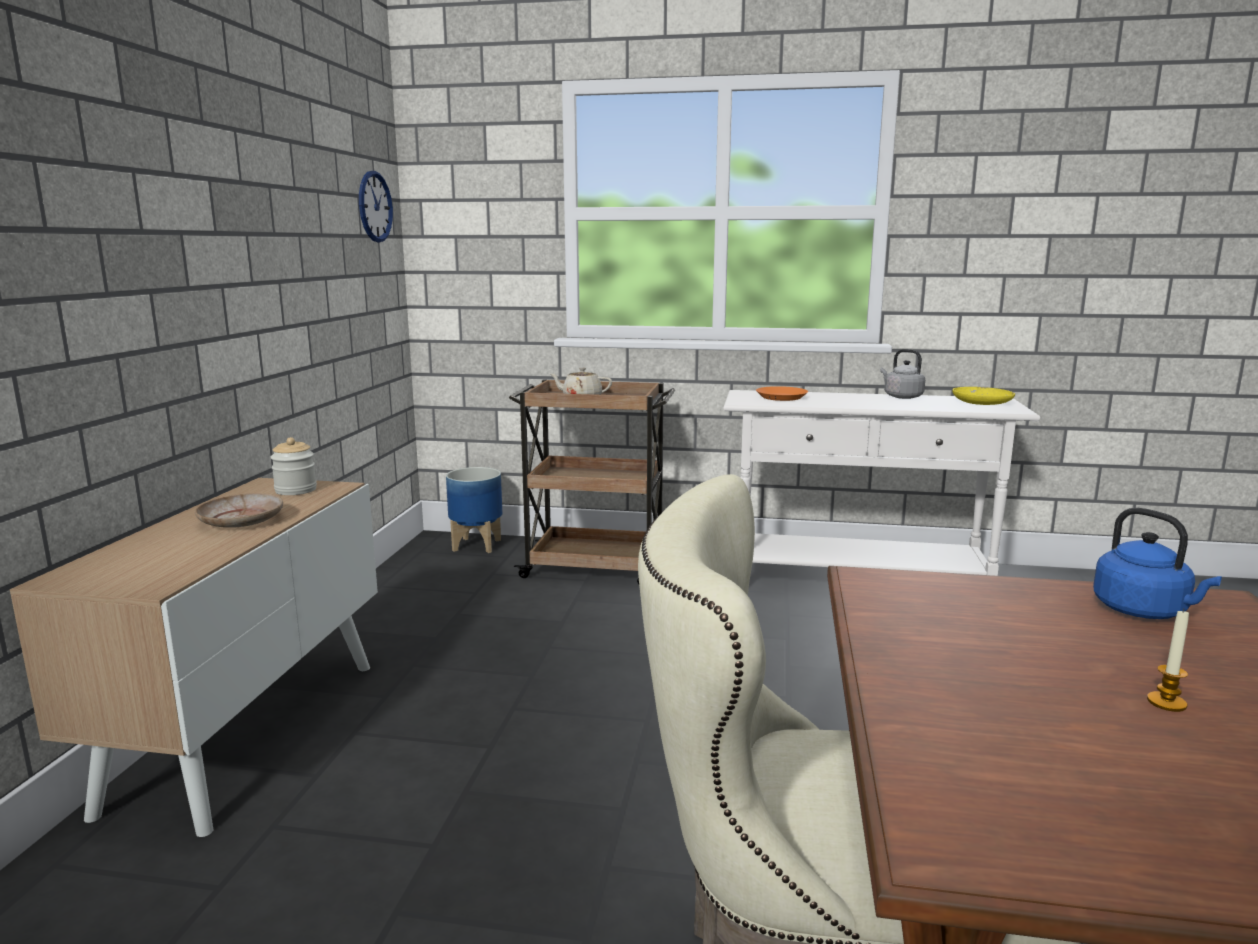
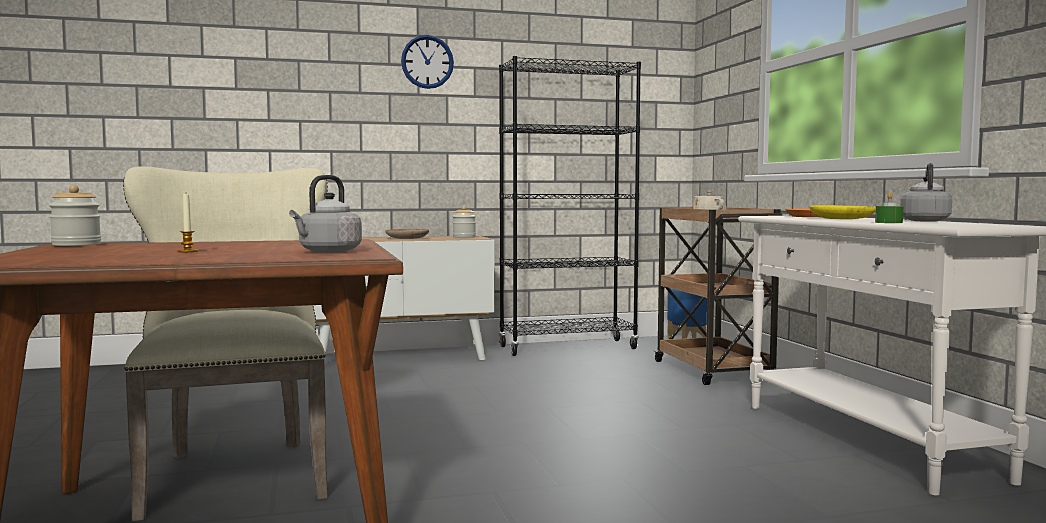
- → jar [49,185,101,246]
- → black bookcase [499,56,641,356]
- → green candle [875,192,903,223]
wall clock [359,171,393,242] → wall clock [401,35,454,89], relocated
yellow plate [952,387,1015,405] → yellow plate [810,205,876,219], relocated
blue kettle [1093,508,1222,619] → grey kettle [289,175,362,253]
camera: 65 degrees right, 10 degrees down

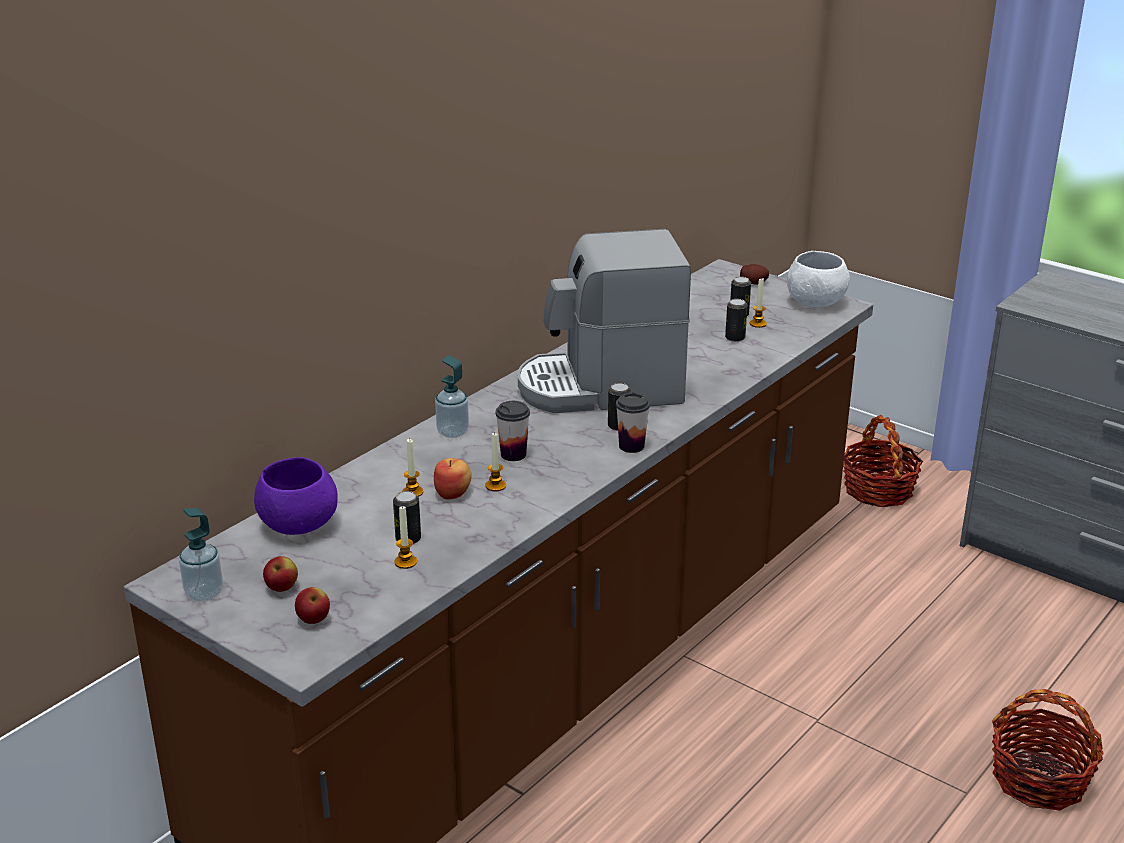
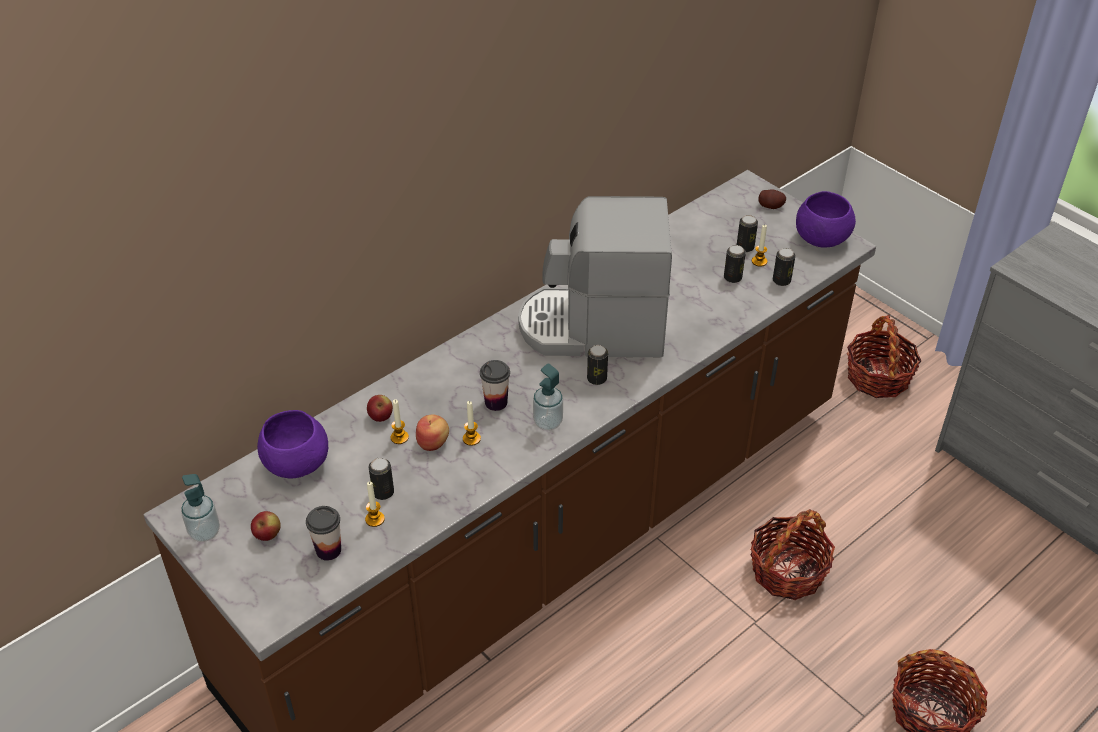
- → basket [751,509,835,600]
- → can [773,248,795,286]
apple [295,587,330,624] → apple [367,395,393,422], relocated
soap dispenser [435,355,469,438] → soap dispenser [533,363,563,430], relocated
cup [616,393,650,453] → cup [306,506,341,561], relocated
white bowl [787,251,850,307] → purple bowl [796,191,856,248]
camera: 10 degrees right, 15 degrees up

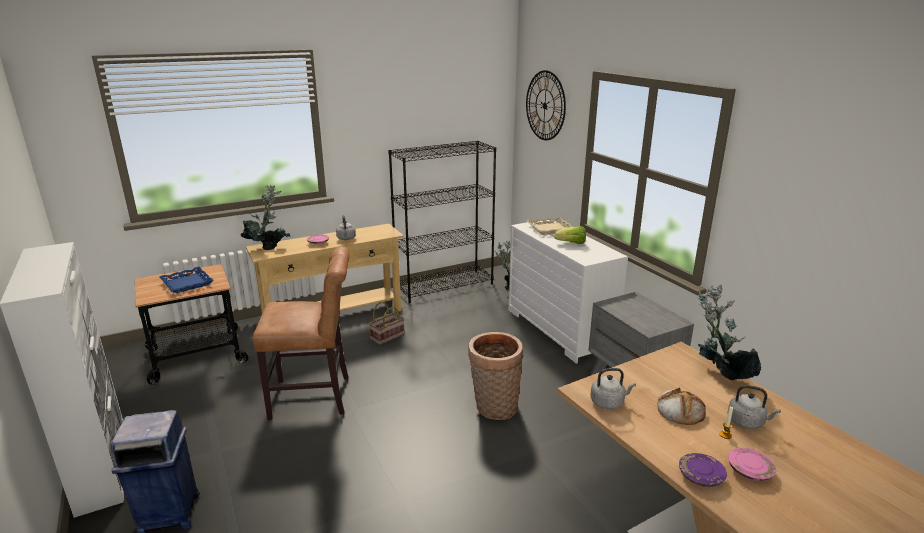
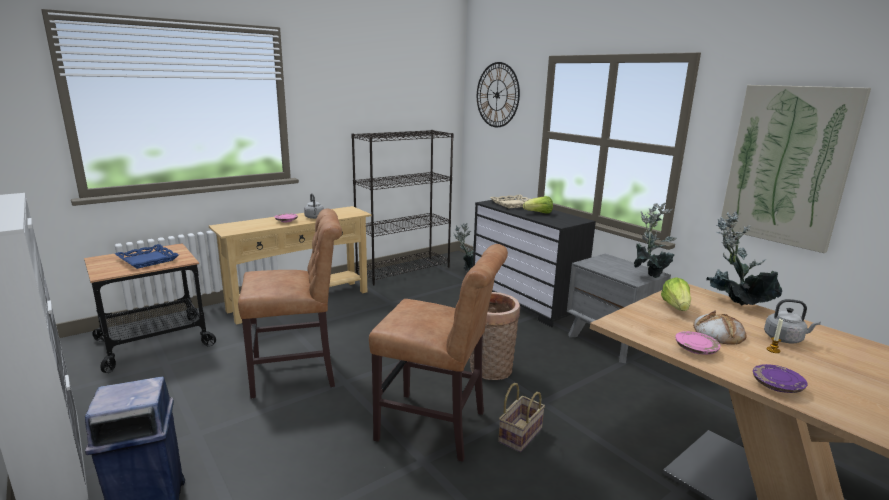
grey kettle [590,368,636,409] → -
- → brown chair [369,244,508,462]
- → lettuce [661,277,691,311]
- → picture [719,85,871,253]
potted plant [241,185,291,250] → potted plant [634,203,677,278], relocated
basket [369,302,405,345] → basket [498,383,545,453], relocated
pink plate [728,447,777,481] → pink plate [675,331,720,355], relocated
white dresser [509,220,628,364] → black dresser [473,197,596,327]
camera: 10 degrees left, 5 degrees down

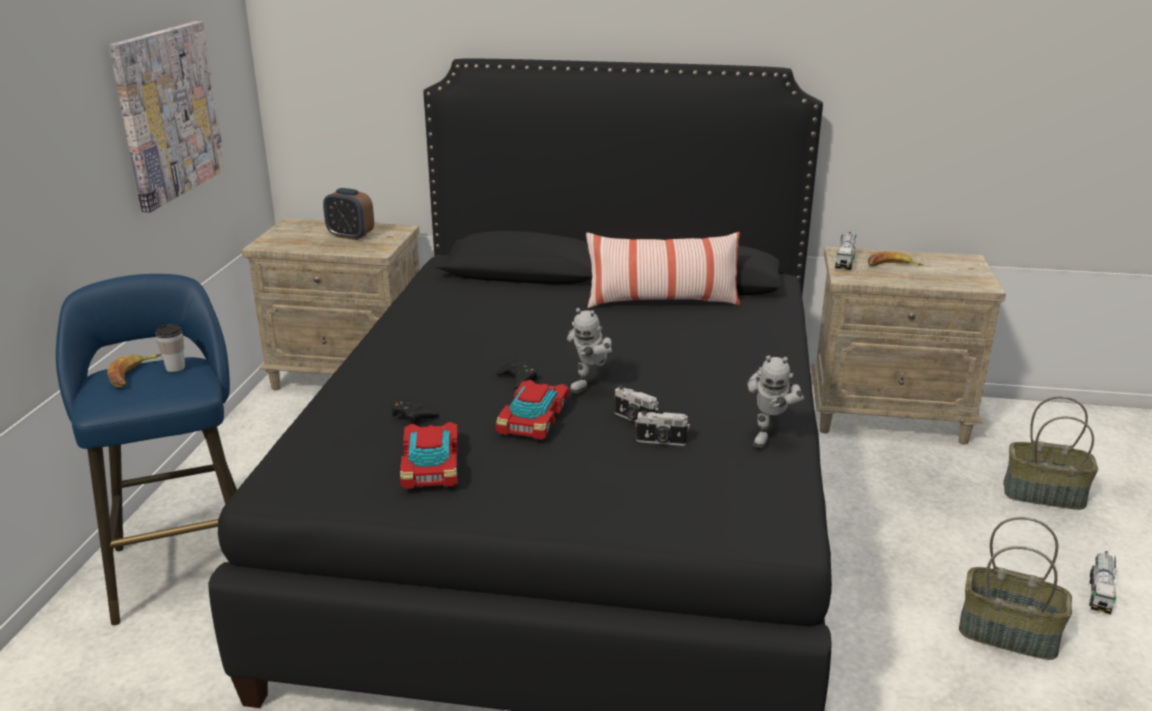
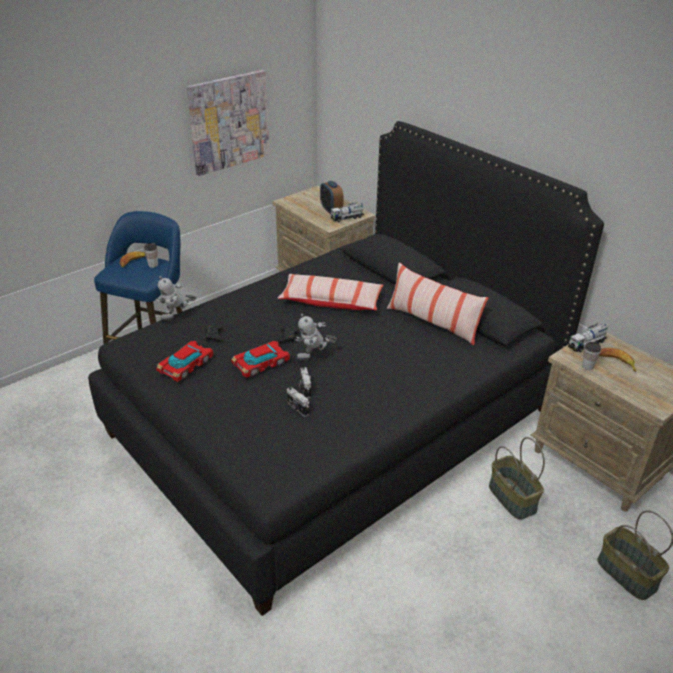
- → pillow [277,274,383,310]
- → cup [582,342,601,370]
toy robot [747,355,804,448] → toy robot [157,276,197,320], relocated
basket [959,517,1072,660] → basket [489,437,545,520], relocated
toy truck [1089,551,1117,614] → toy truck [330,202,364,222], relocated
camera: 40 degrees right, 10 degrees up

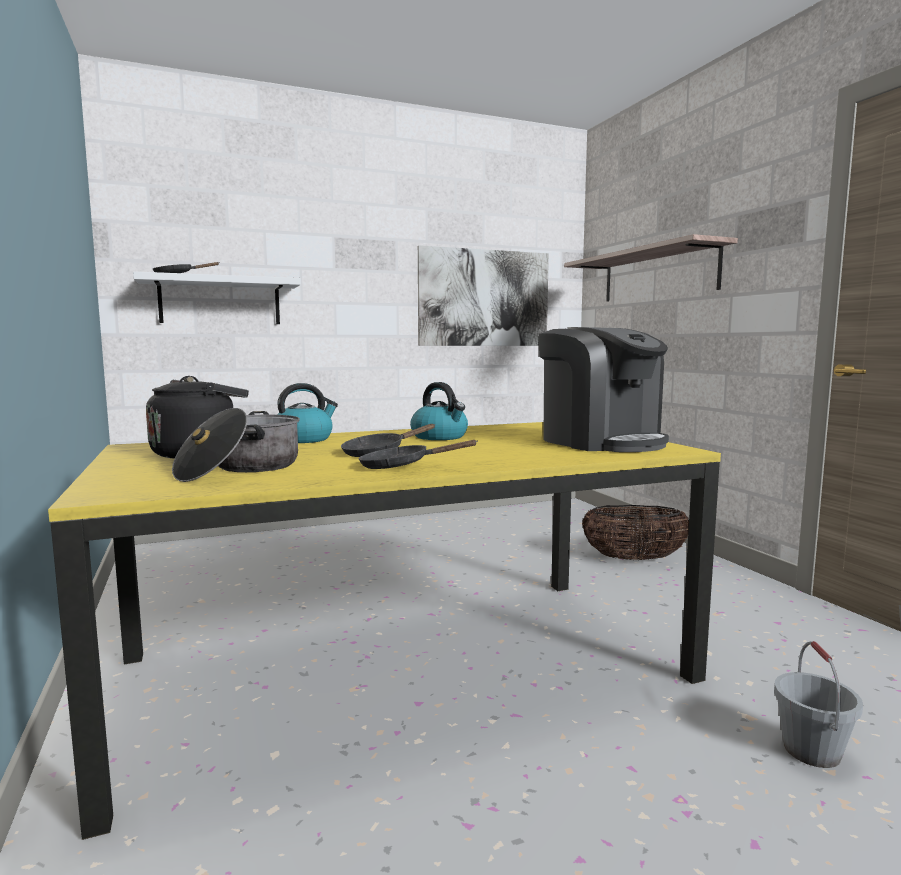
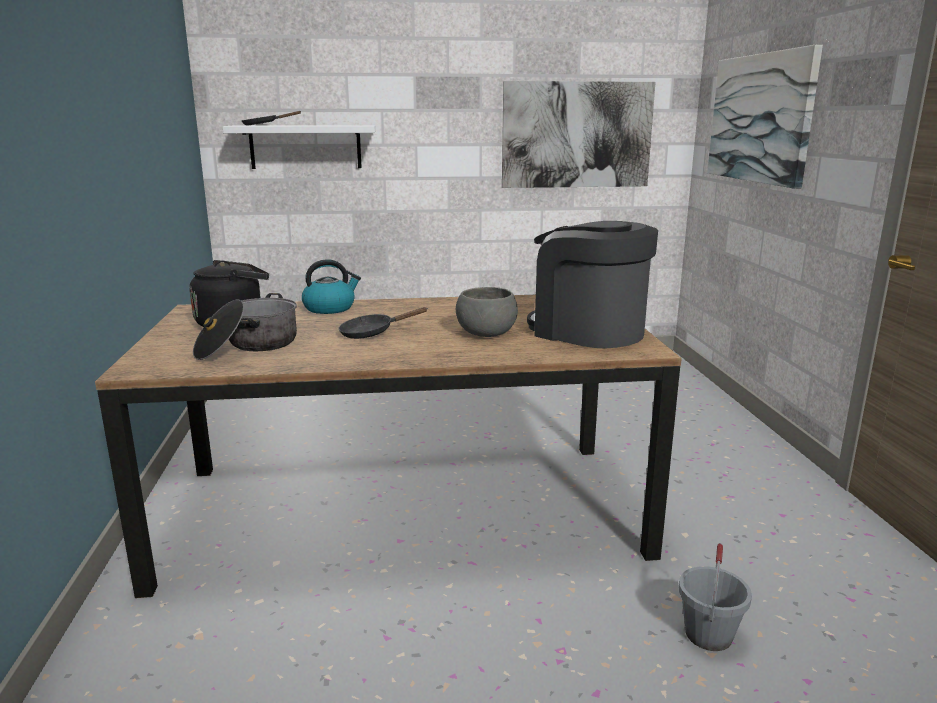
black frying pan [358,440,478,469] → -
kettle [410,382,468,440] → -
basket [582,505,689,560] → -
- → grey bowl [456,287,518,337]
shelf [564,234,738,302] → picture [707,45,823,189]
yellow dining table [48,422,721,840] → brown dining table [95,295,682,598]
coffee machine [539,327,669,452] → coffee machine [527,221,658,349], 150 degrees clockwise
camera: 15 degrees right, 10 degrees up

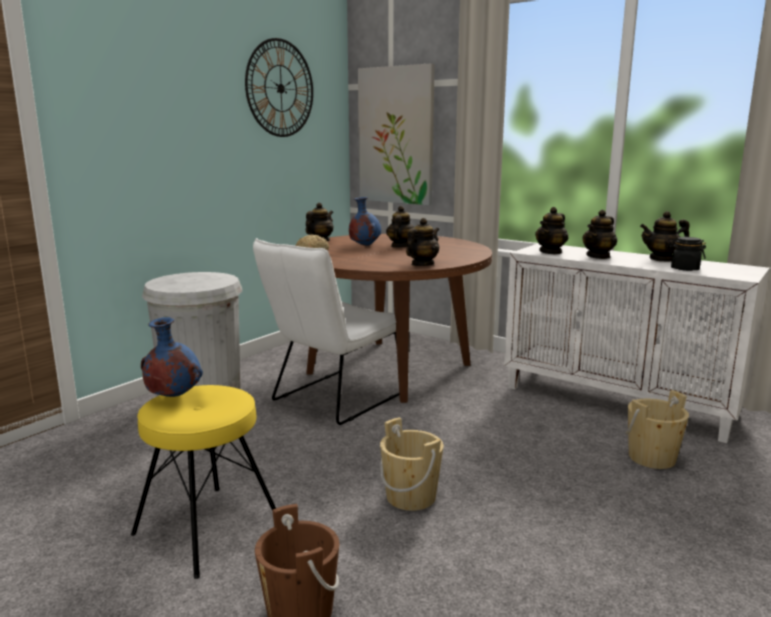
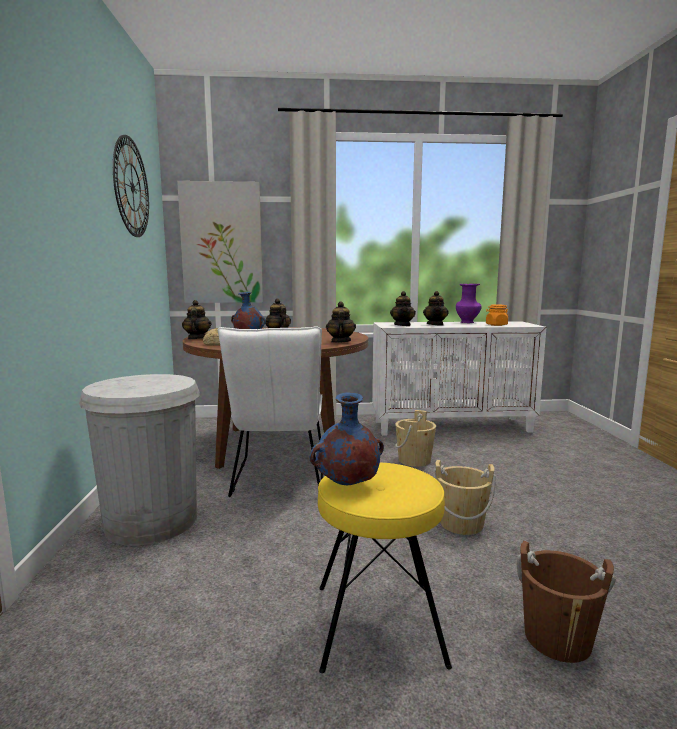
beige bucket [626,390,689,469] → beige bucket [395,410,436,467], relocated
teapot [640,211,690,262] → purple vase [456,284,482,323]
black jar [669,237,706,271] → orange jar [486,304,508,326]
camera: 40 degrees left, 5 degrees down

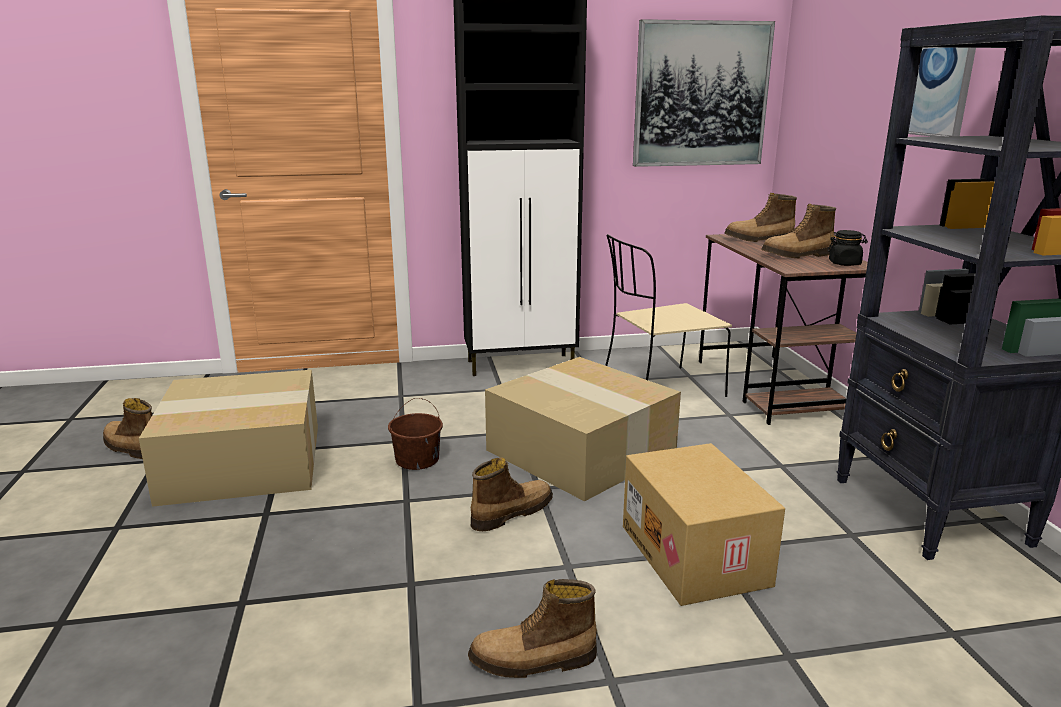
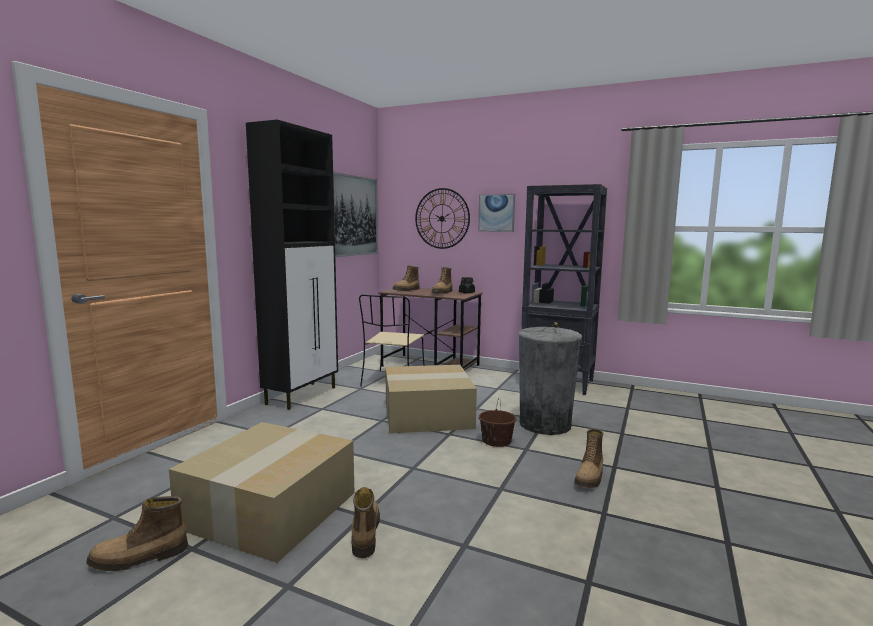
- → wall clock [415,188,470,249]
brown bucket [388,398,443,470] → brown bucket [479,400,517,447], relocated
boot [471,458,553,531] → boot [352,487,380,558], relocated
cardboard box [623,443,785,606] → grey trash can [518,327,582,435]
camera: 55 degrees left, 10 degrees down

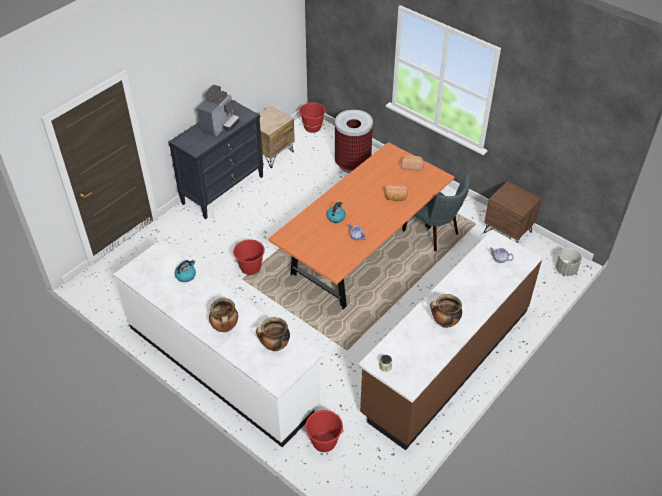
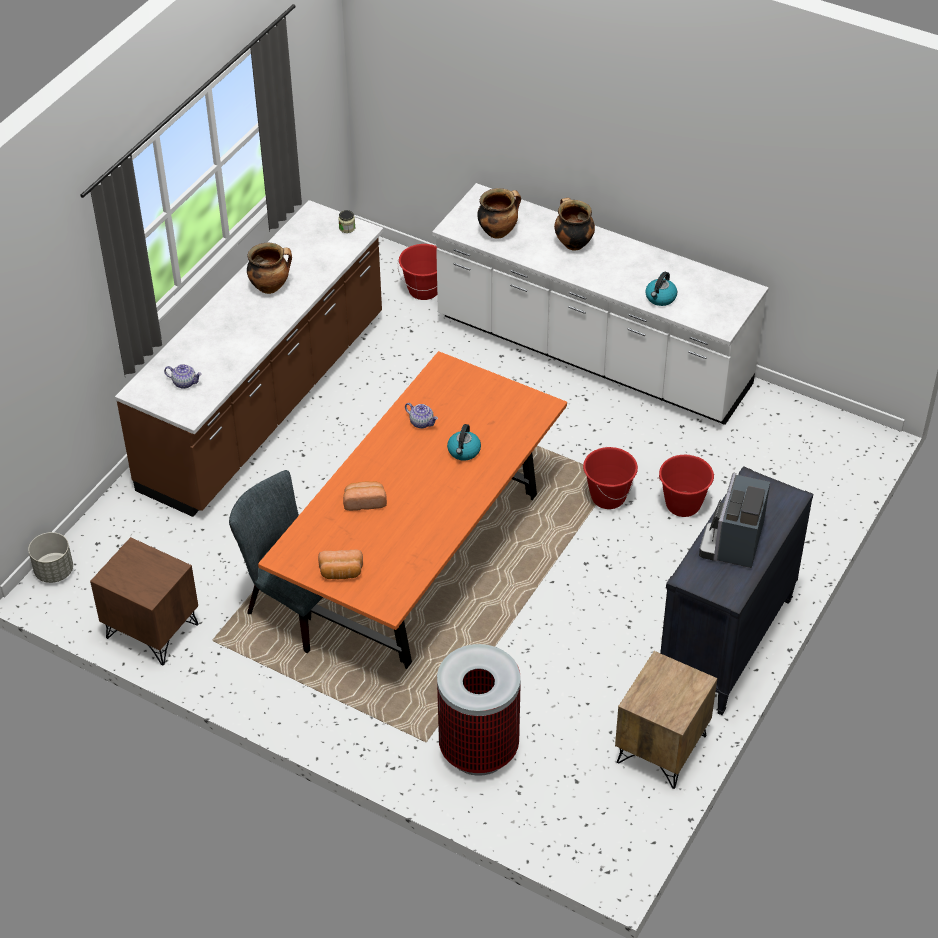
red bucket [299,102,326,133] → red bucket [658,455,714,517], relocated
camera: 170 degrees right, 0 degrees up

